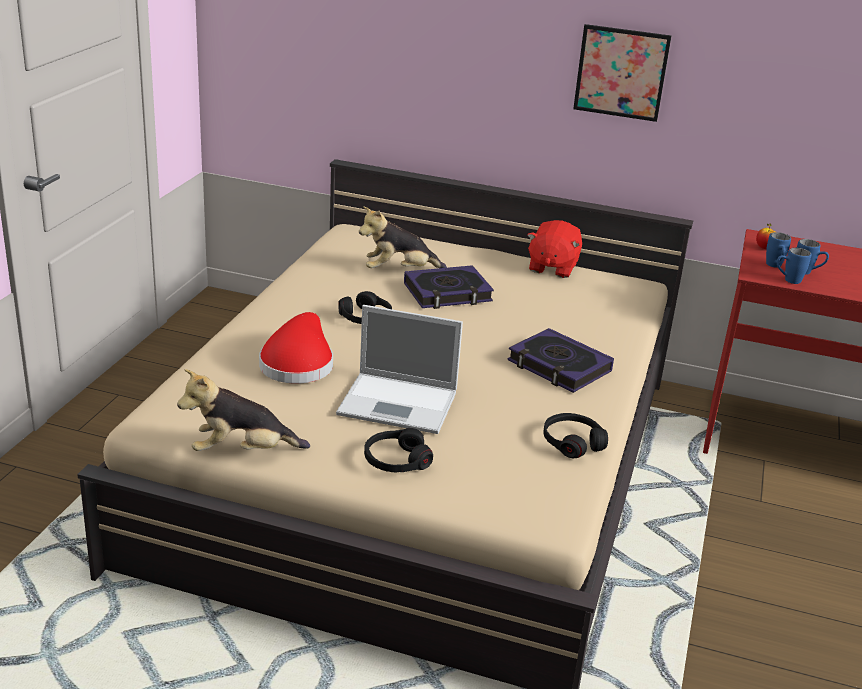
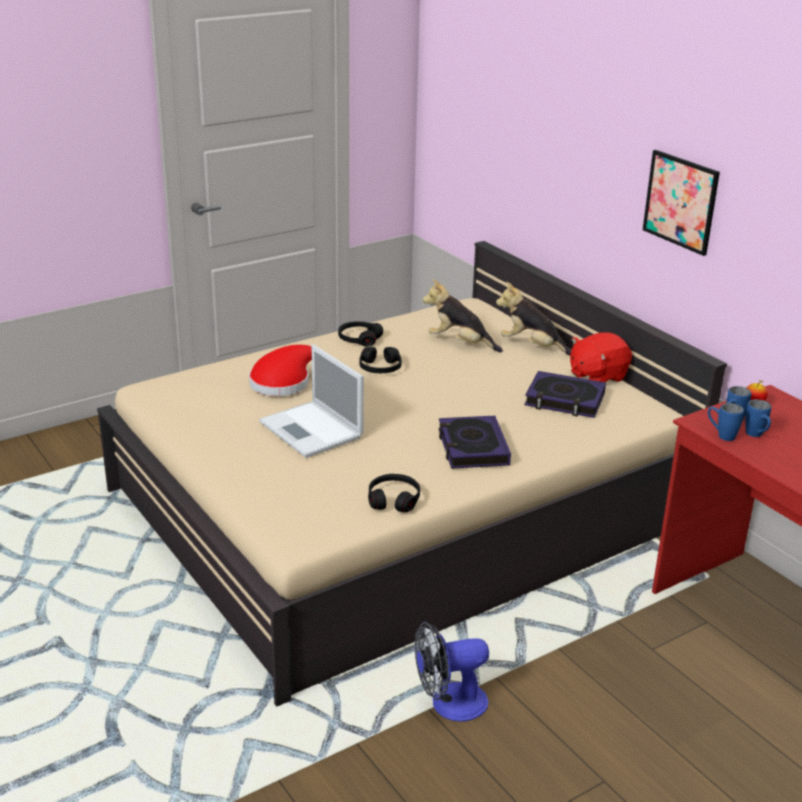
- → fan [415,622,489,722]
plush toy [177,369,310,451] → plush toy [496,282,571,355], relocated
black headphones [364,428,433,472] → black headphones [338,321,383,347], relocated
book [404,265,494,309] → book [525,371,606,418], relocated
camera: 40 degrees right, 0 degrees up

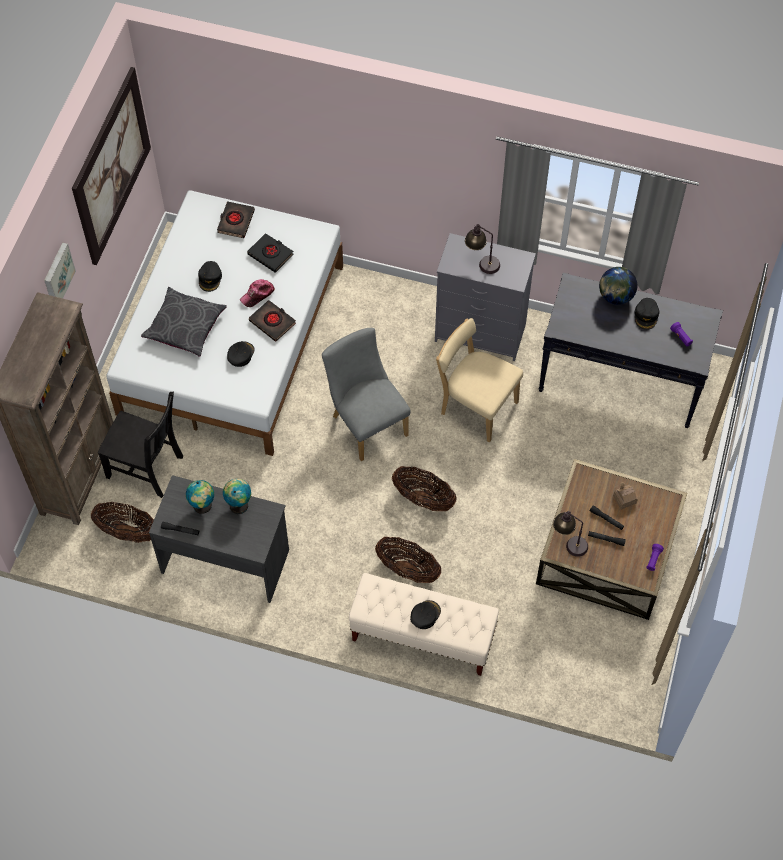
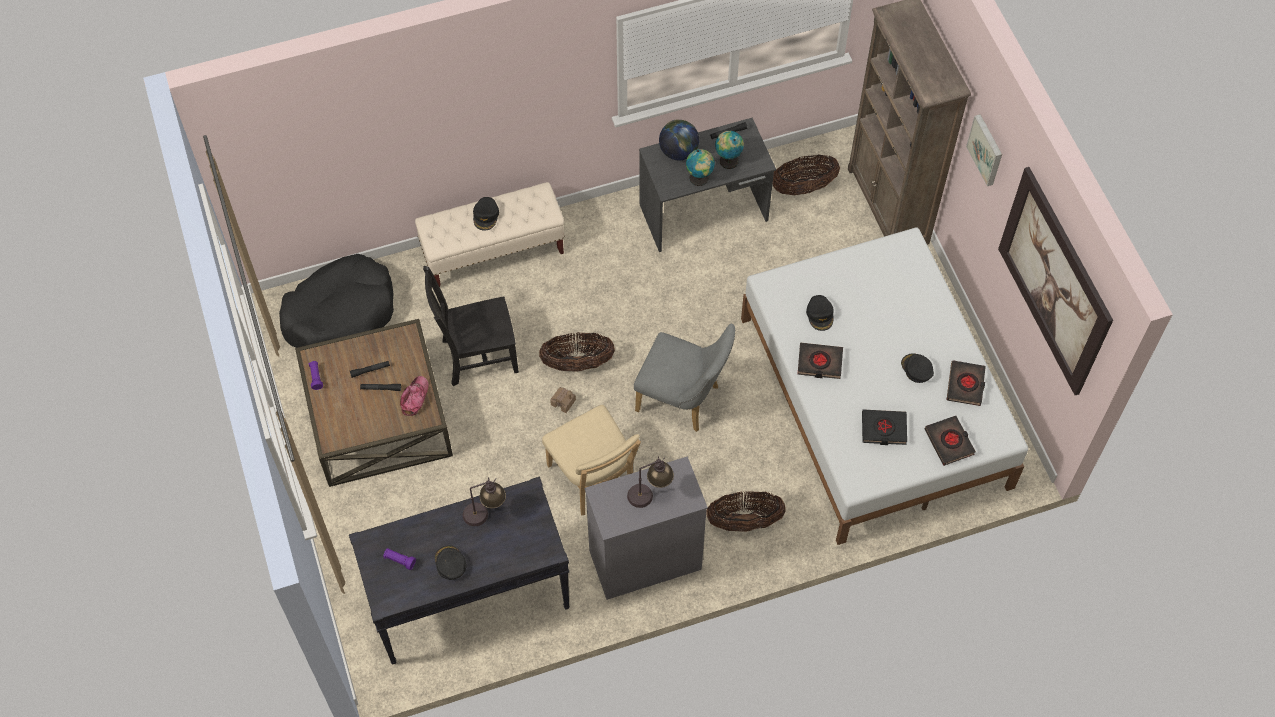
grey pillow [141,287,227,357] → -
- → black dog bed [279,254,394,348]
- → black book [946,360,986,406]
black chair [98,392,183,498] → black chair [423,266,519,386], relocated
cap [240,279,275,307] → cap [400,376,429,416], relocated
basket [375,537,441,583] → basket [706,491,786,532], relocated
table lamp [553,511,588,557] → table lamp [463,478,506,526], relocated
globe [599,267,637,305] → globe [659,120,699,160], relocated
toy house [613,482,638,510] → toy house [550,387,576,413], relocated
beige chair [436,318,523,442] → beige chair [542,405,641,515], 60 degrees clockwise
camera: 145 degrees right, 0 degrees up

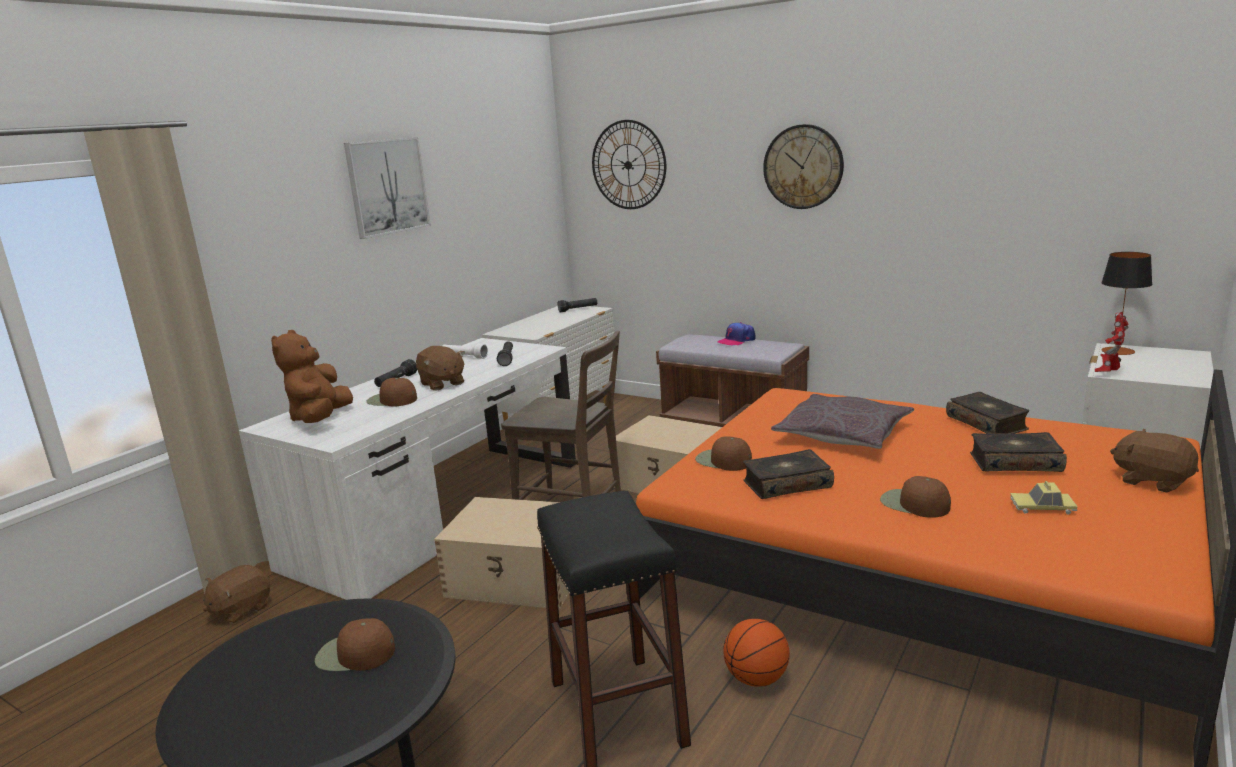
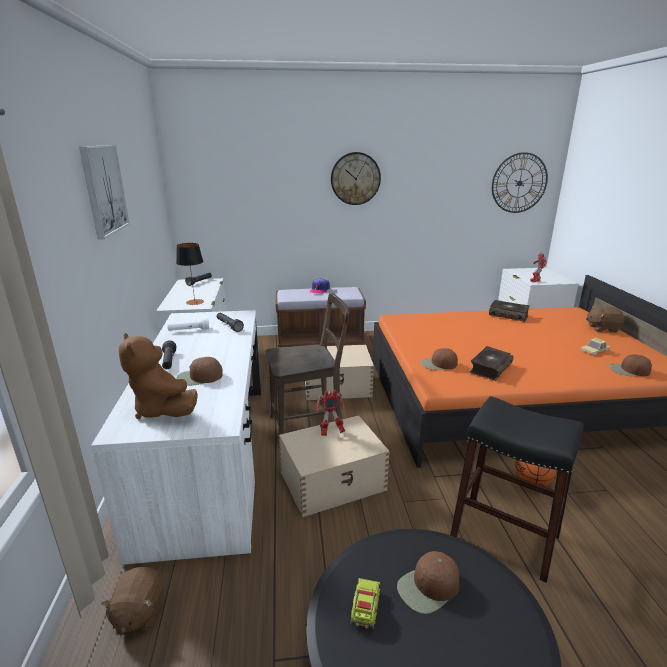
brown plush toy [416,346,465,390] → -
grey pillow [771,394,914,449] → -
book [970,432,1067,472] → -
- → toy robot [317,390,345,436]
- → toy truck [351,578,380,629]
wall clock [592,120,666,209] → wall clock [492,152,548,213], relocated
brown cap [880,476,951,518] → brown cap [609,354,652,376], relocated
table lamp [1101,252,1152,355] → table lamp [176,243,204,305], relocated
camera: 40 degrees left, 5 degrees up

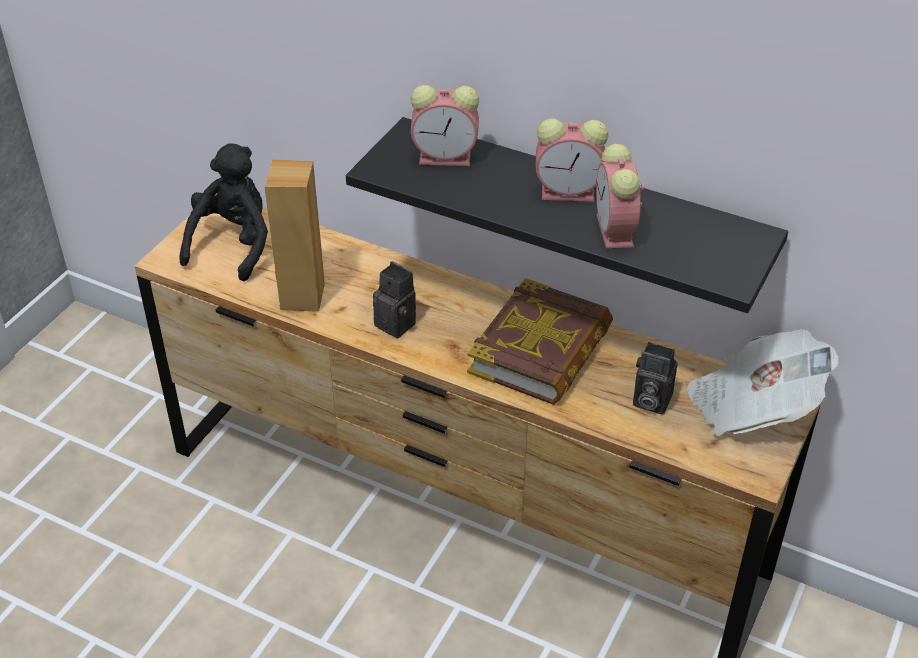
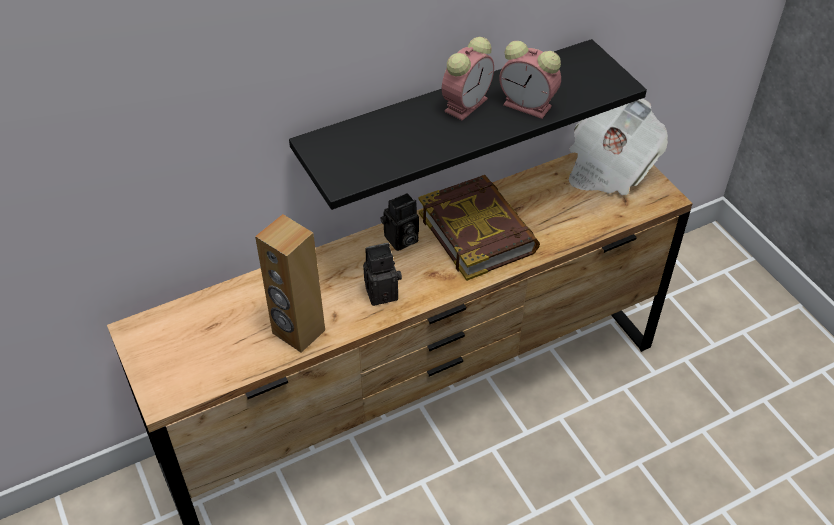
black plush toy [180,143,268,281] → -
alarm clock [410,85,479,166] → -
photo camera [633,342,678,415] → photo camera [380,193,419,251], relocated
camera: 55 degrees left, 5 degrees up

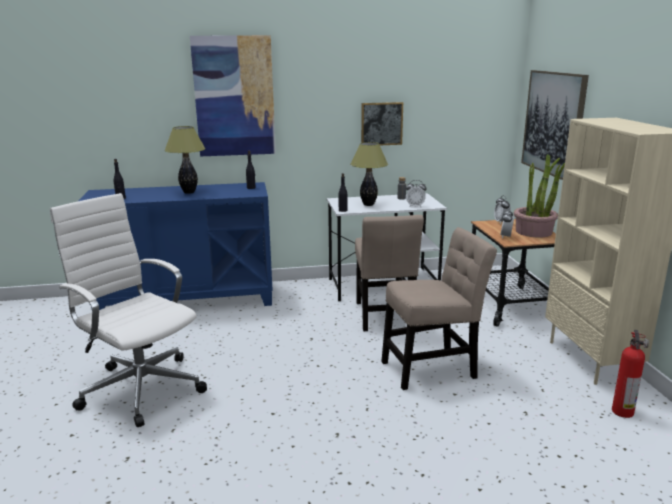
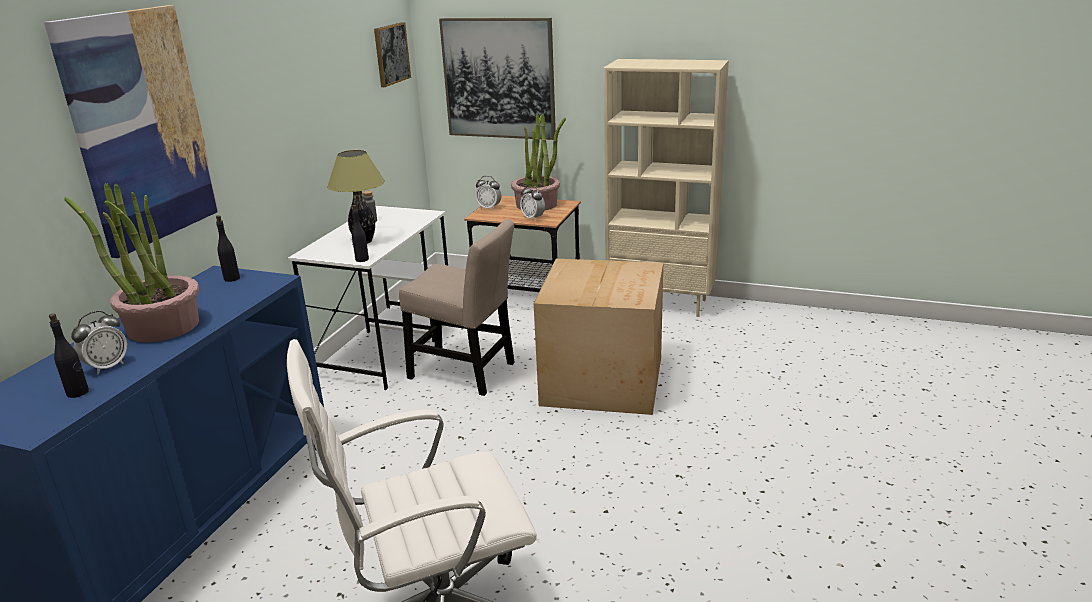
fire extinguisher [612,330,649,418] → -
picture [361,102,403,145] → picture [374,22,411,87], relocated
alarm clock [406,180,427,207] → alarm clock [71,311,127,374], relocated
table lamp [164,126,206,194] → potted plant [64,183,199,342]
beige chair [381,227,497,390] → cardboard box [534,259,663,415]
camera: 60 degrees left, 5 degrees up

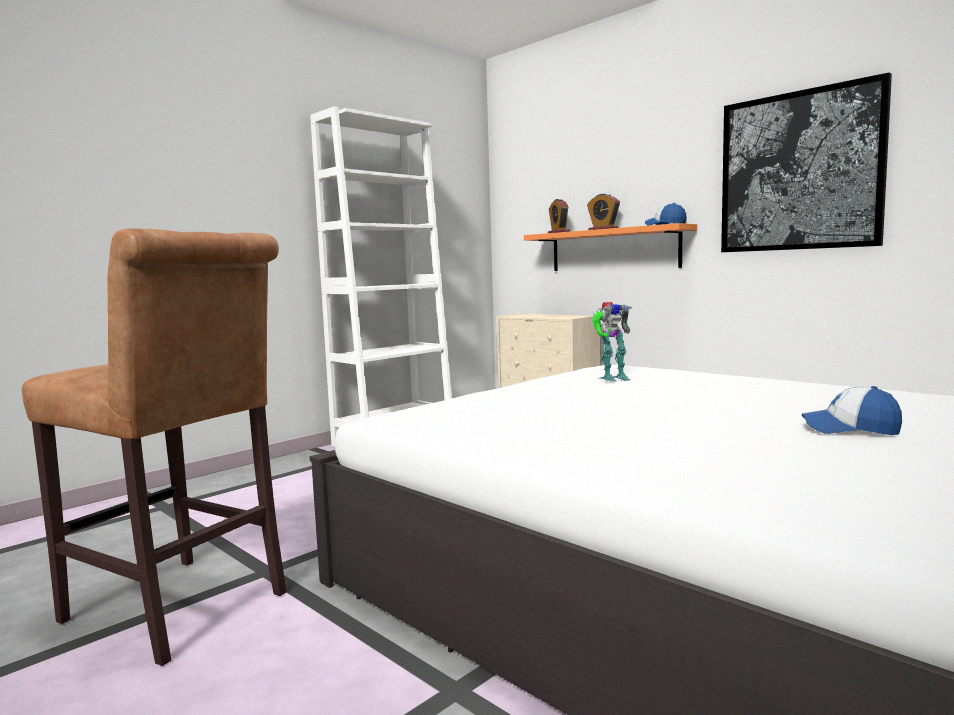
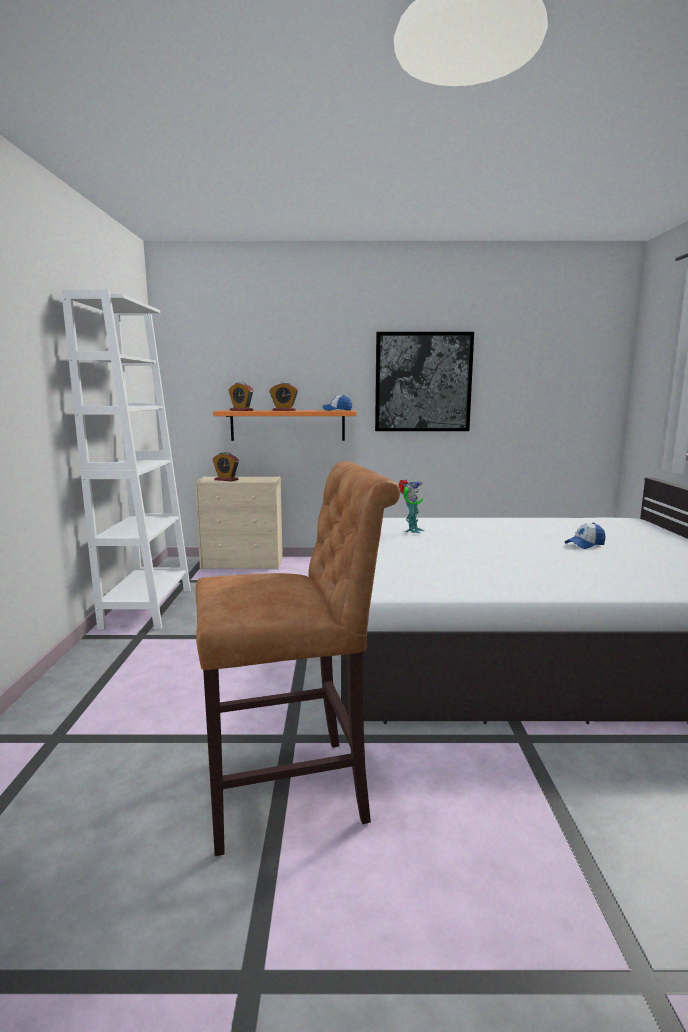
- → alarm clock [212,452,239,481]
camera: 45 degrees left, 5 degrees up

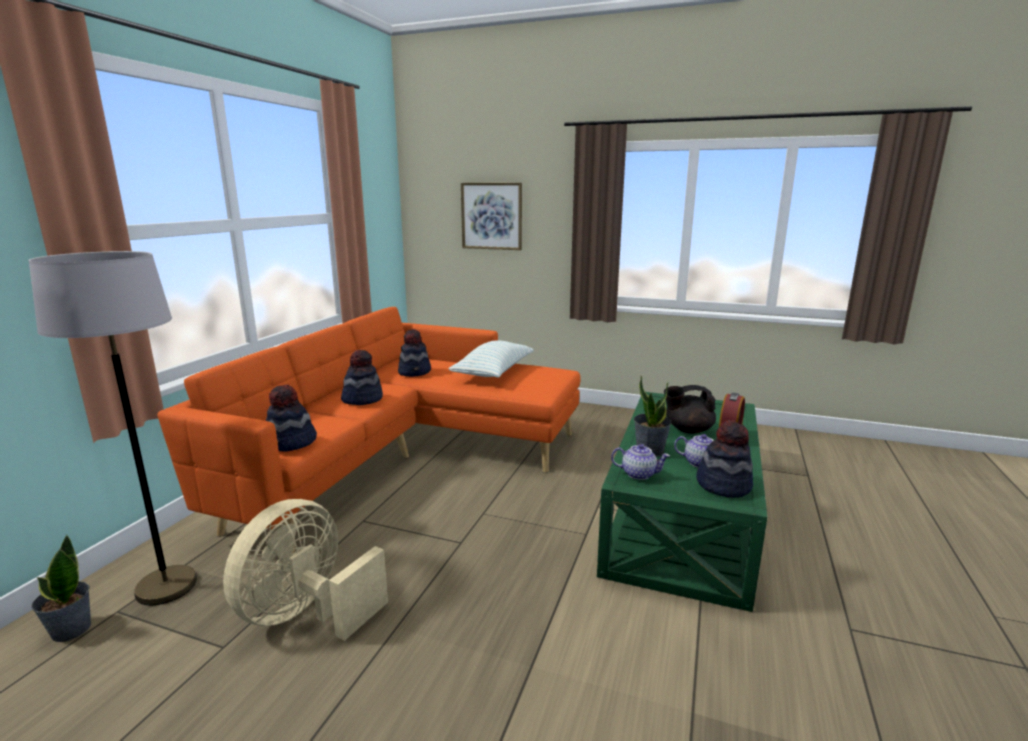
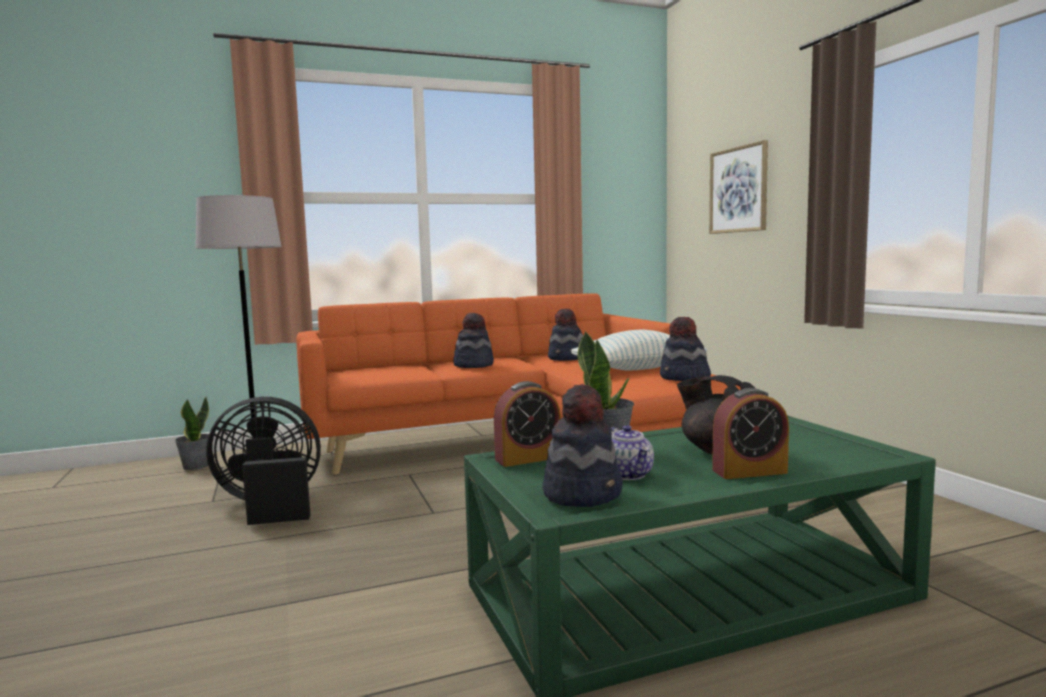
hat [266,385,317,451] → hat [660,317,711,381], relocated
teapot [611,444,670,480] → alarm clock [494,381,561,467]
beige fan [223,499,388,641] → black fan [206,397,321,525]
camera: 50 degrees right, 10 degrees down

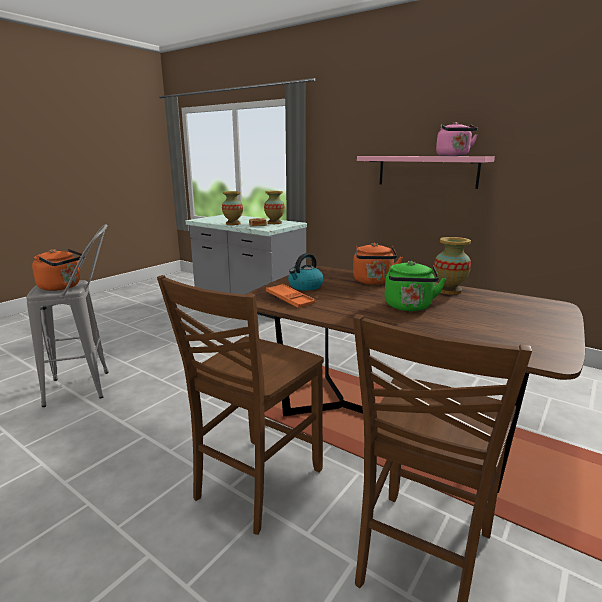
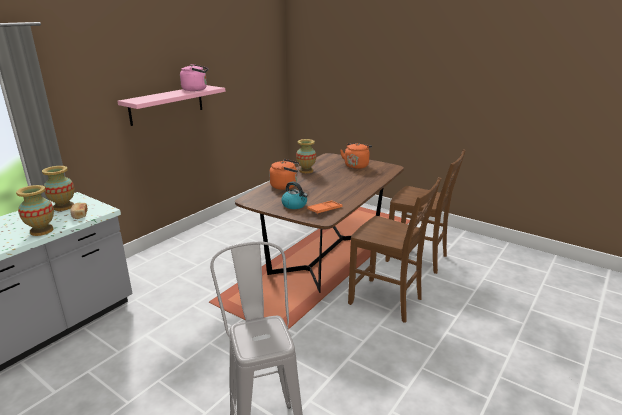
green kettle [385,261,446,311] → -
orange kettle [32,249,85,291] → orange kettle [340,143,372,169], relocated
camera: 90 degrees left, 5 degrees up

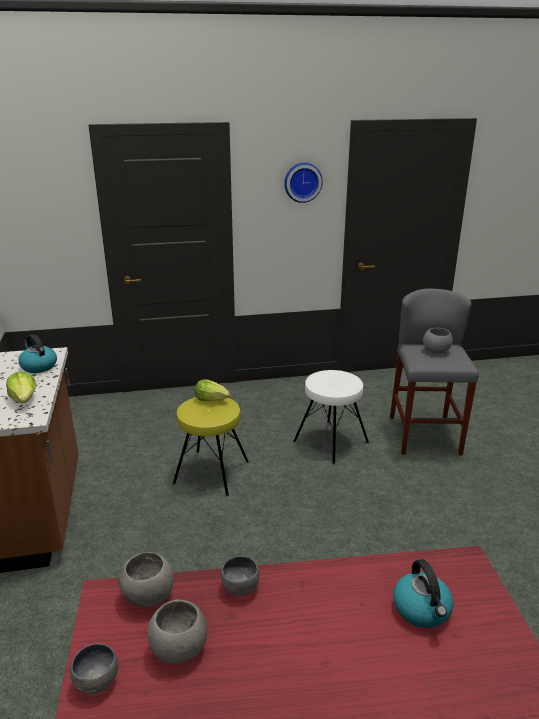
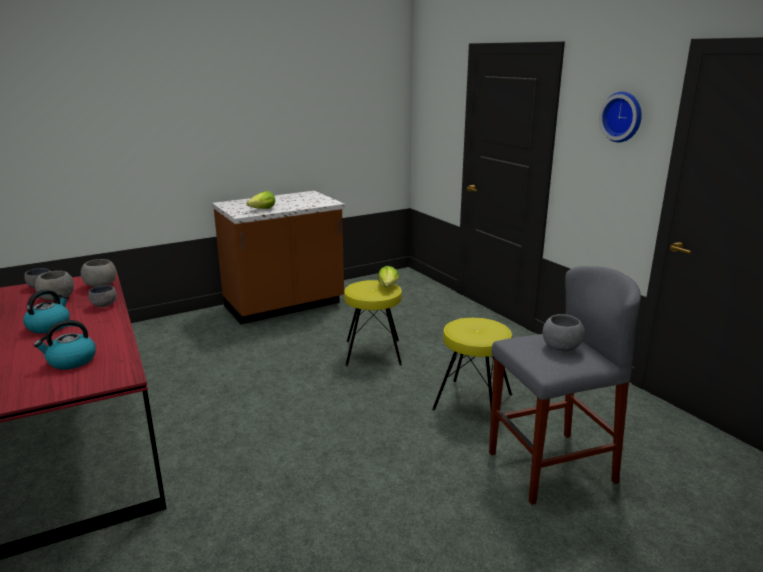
kettle [19,334,57,373] → kettle [23,289,70,334], relocated
white stool [293,370,369,465] → yellow stool [432,318,512,411]
camera: 70 degrees right, 5 degrees down

